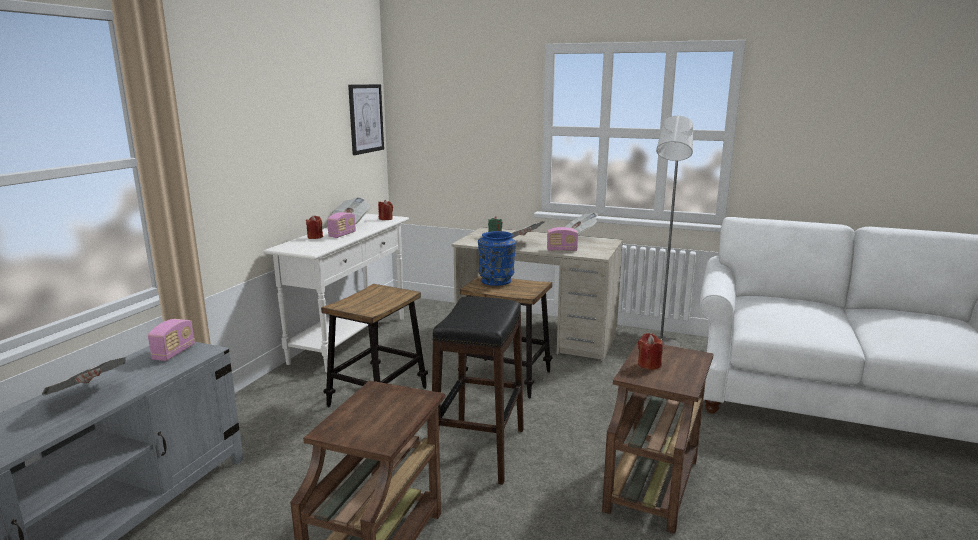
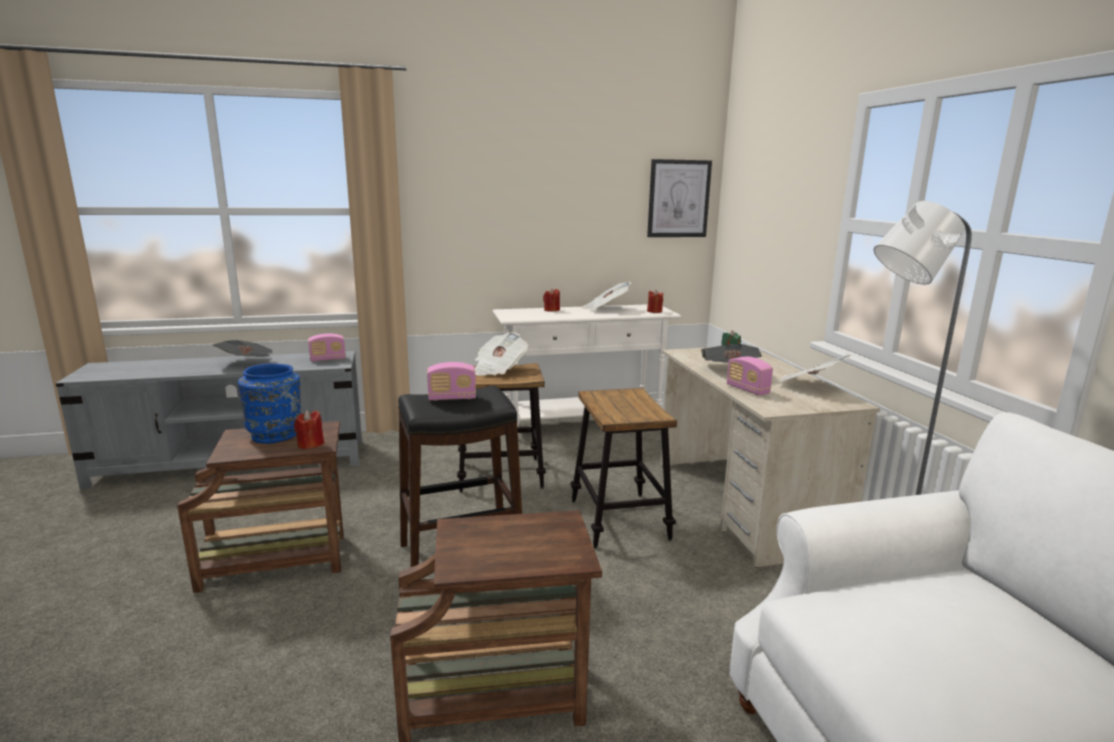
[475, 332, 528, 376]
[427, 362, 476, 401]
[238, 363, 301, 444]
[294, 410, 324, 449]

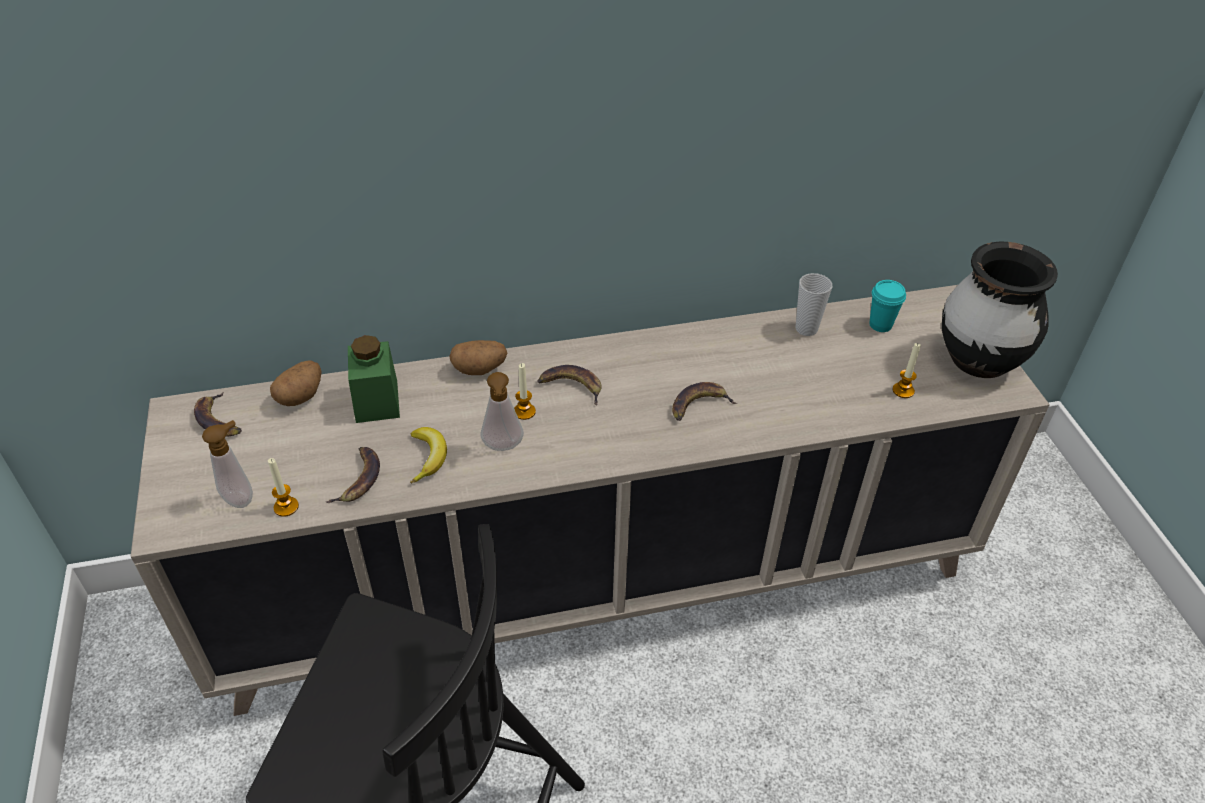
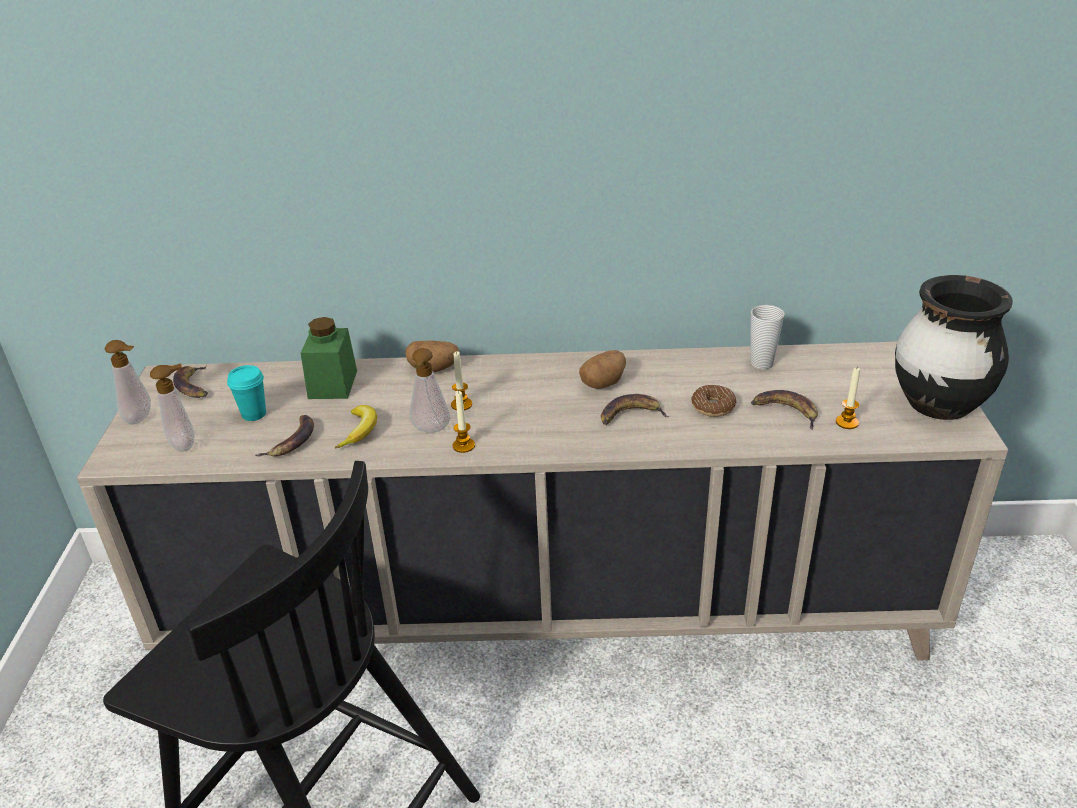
[104, 340, 151, 424]
[691, 385, 736, 417]
[453, 390, 475, 453]
[579, 350, 626, 389]
[751, 390, 818, 430]
[227, 365, 266, 421]

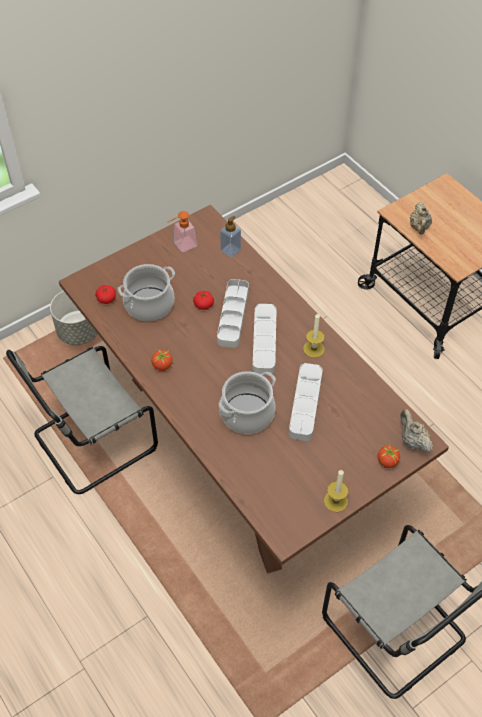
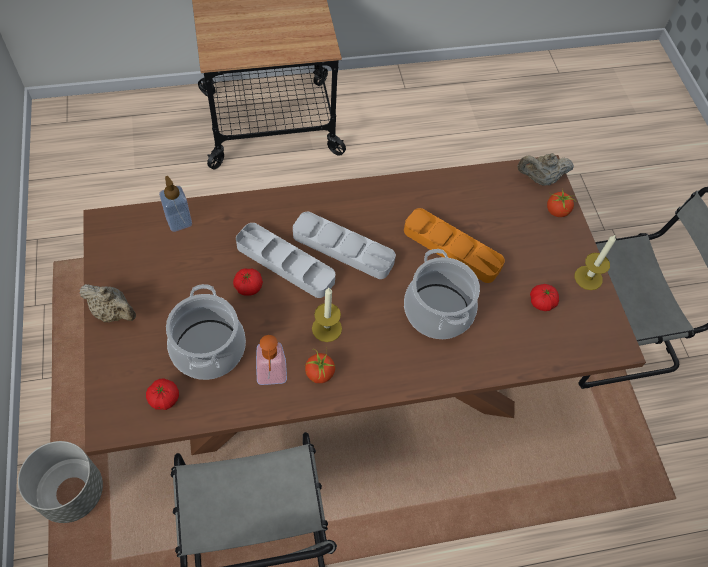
[530, 284, 559, 311]
[256, 335, 287, 385]
[312, 288, 342, 342]
[79, 284, 136, 322]
[404, 208, 505, 283]

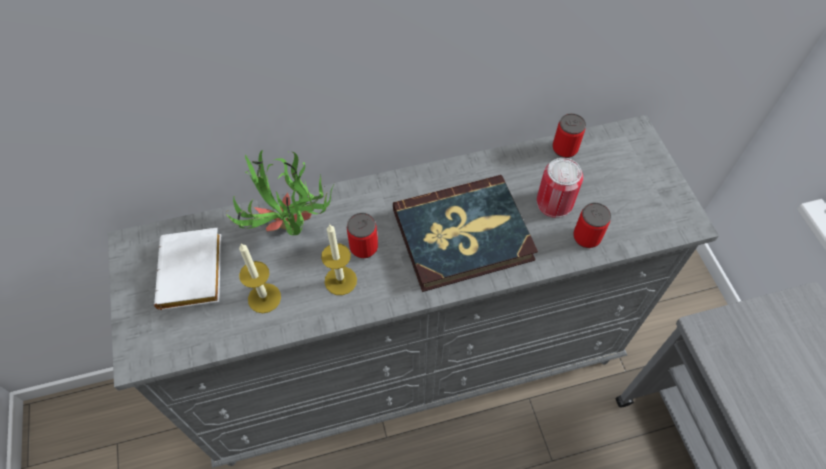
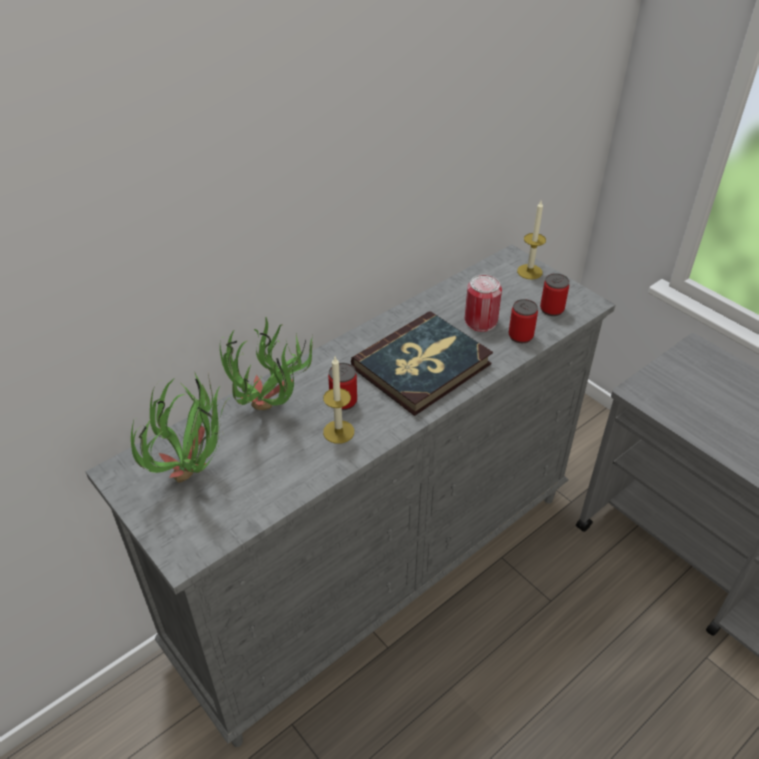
[517, 201, 546, 279]
[540, 273, 569, 316]
[131, 371, 230, 483]

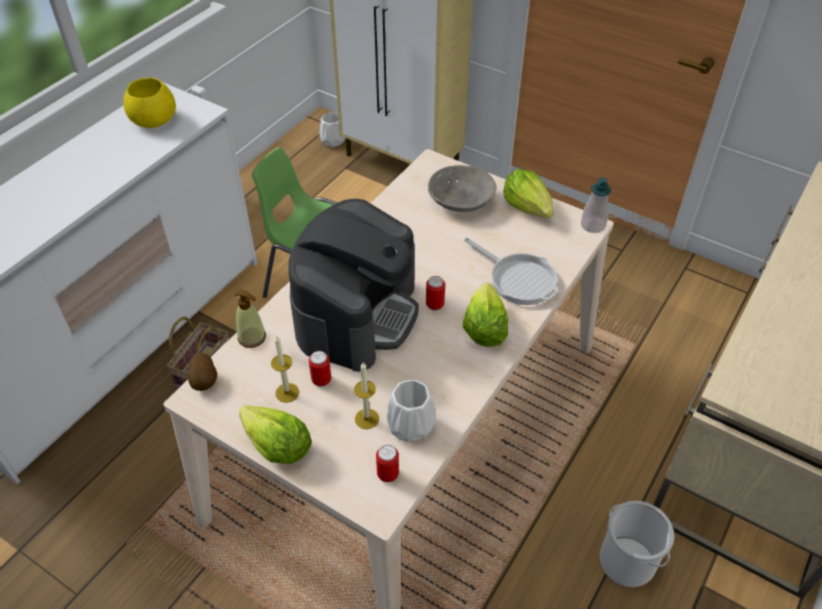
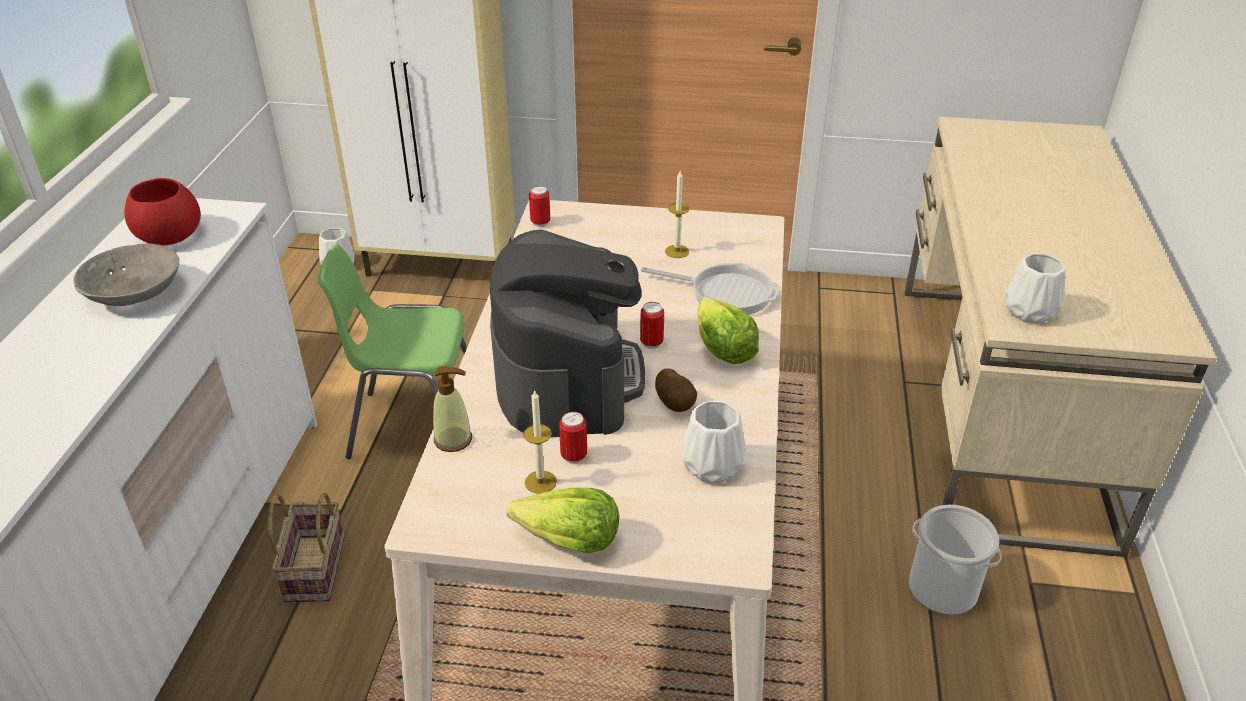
[503, 169, 554, 218] (first image)
[581, 177, 611, 233] (first image)
[1005, 253, 1066, 323]
[655, 368, 697, 412]
[665, 171, 689, 258]
[529, 186, 550, 227]
[73, 243, 179, 306]
[124, 178, 201, 245]

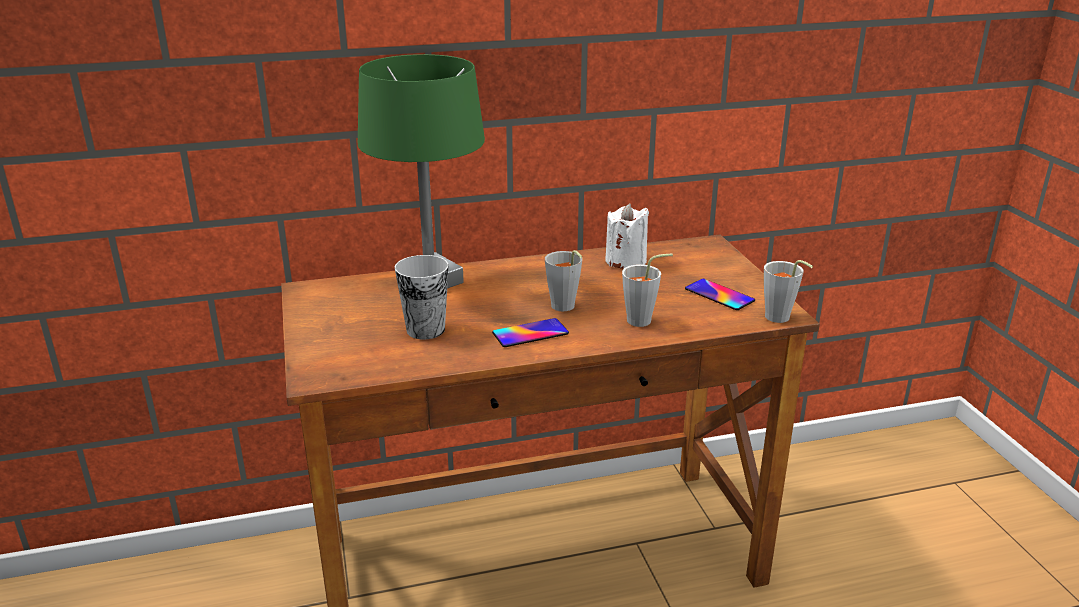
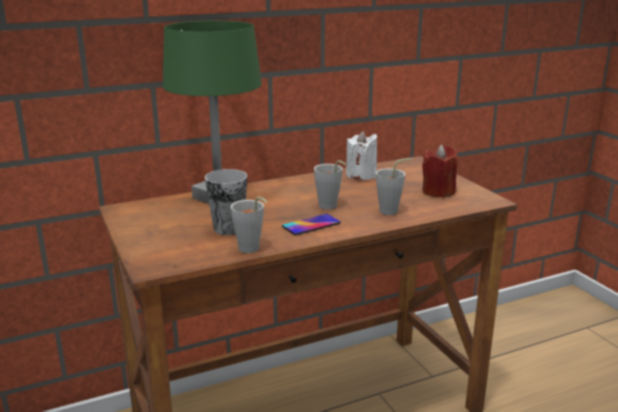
[230, 197, 267, 253]
[422, 144, 458, 198]

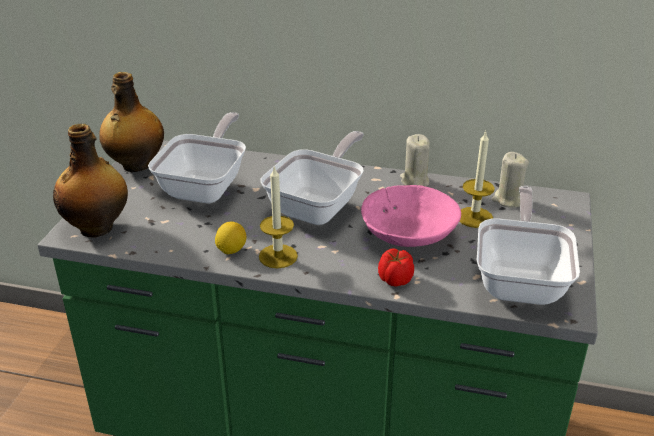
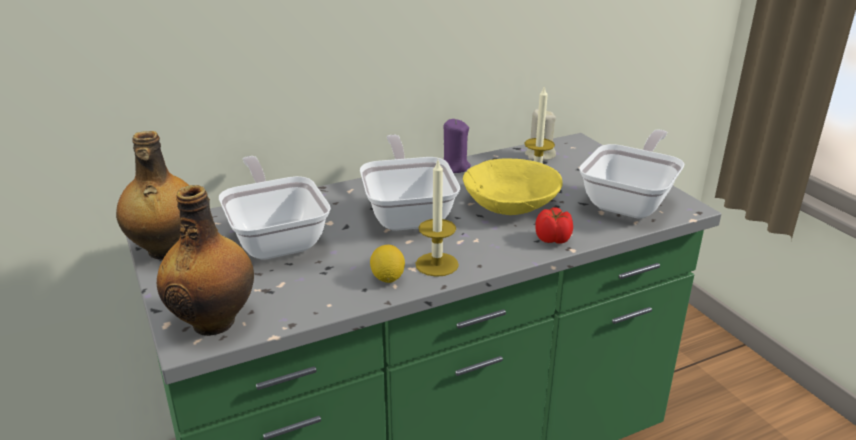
[463, 158, 563, 215]
[443, 119, 471, 173]
[579, 129, 684, 219]

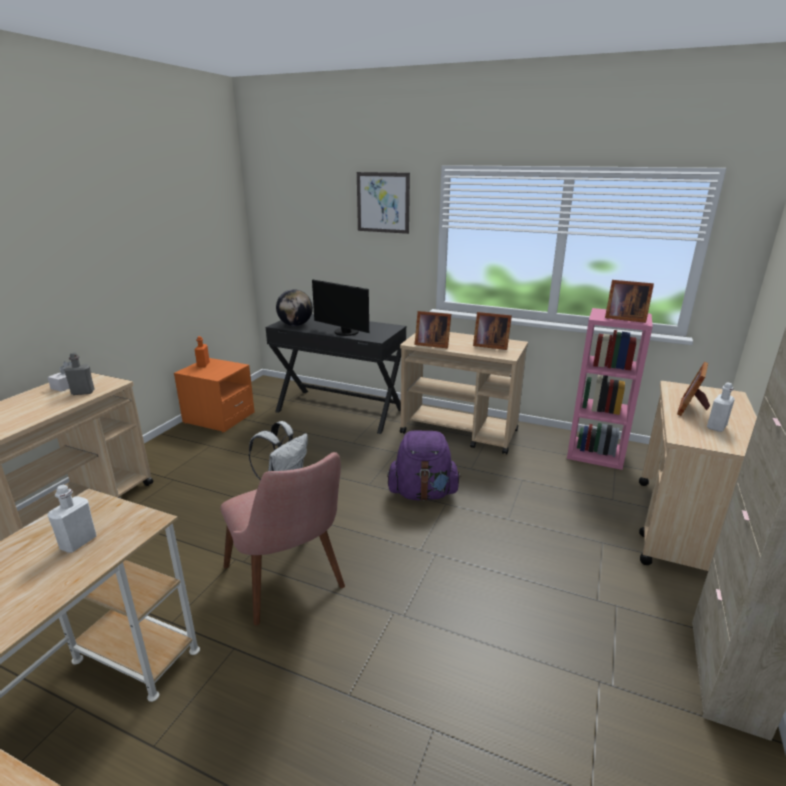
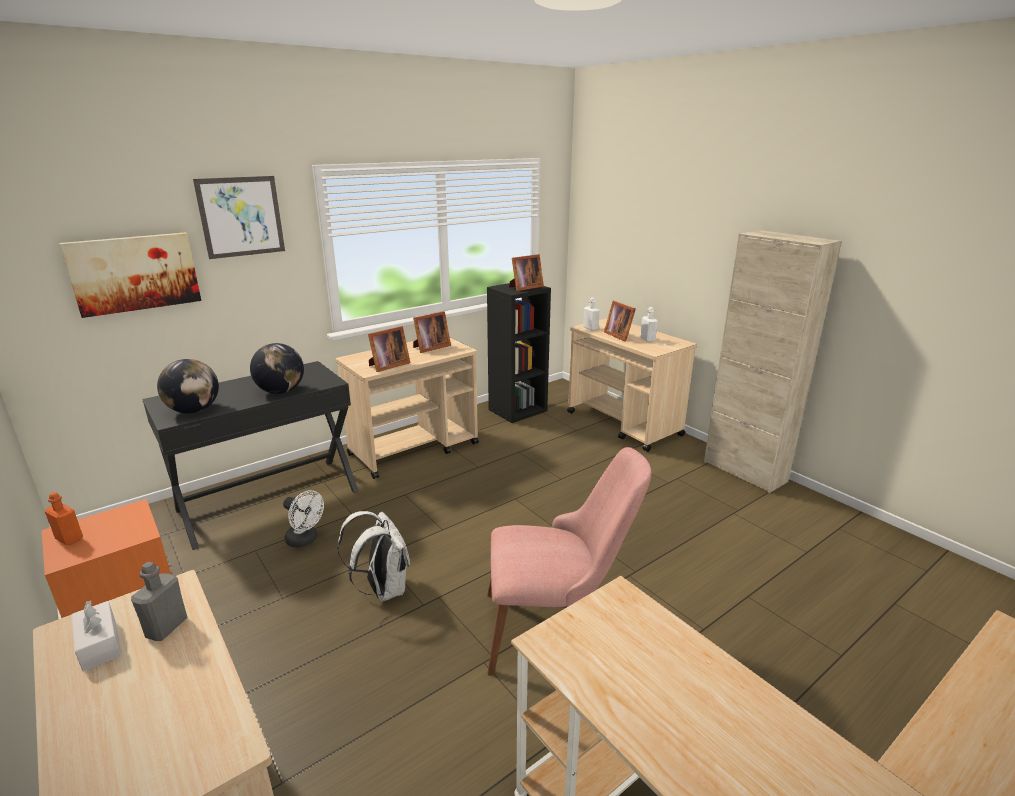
[387, 431, 461, 501] (first image)
[59, 232, 201, 318]
[283, 490, 324, 548]
[583, 297, 600, 331]
[250, 343, 304, 394]
[487, 283, 551, 423]

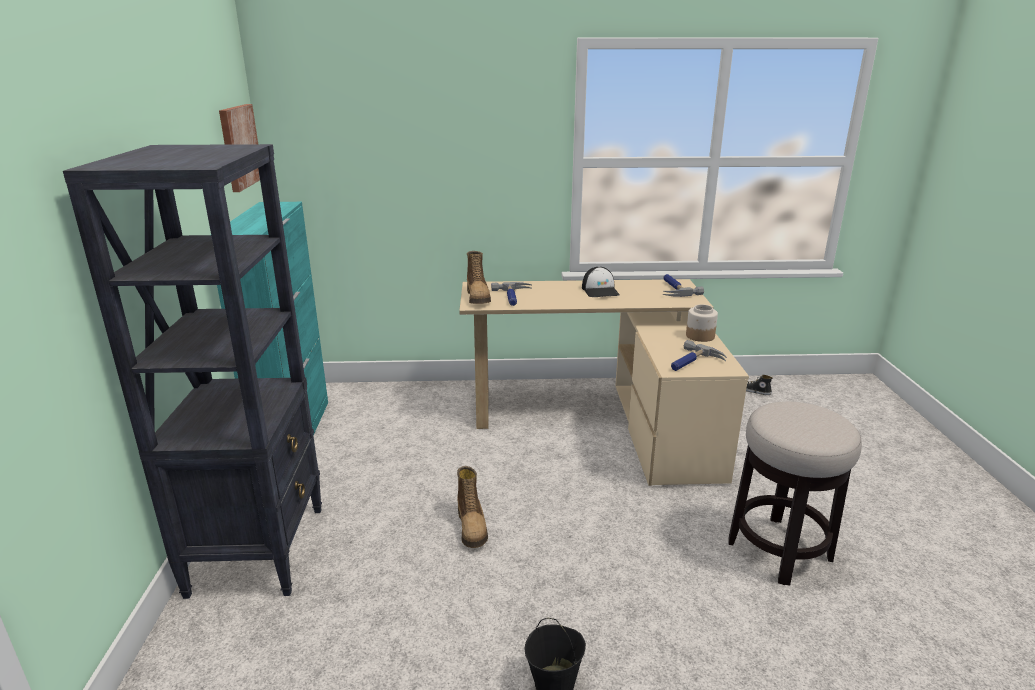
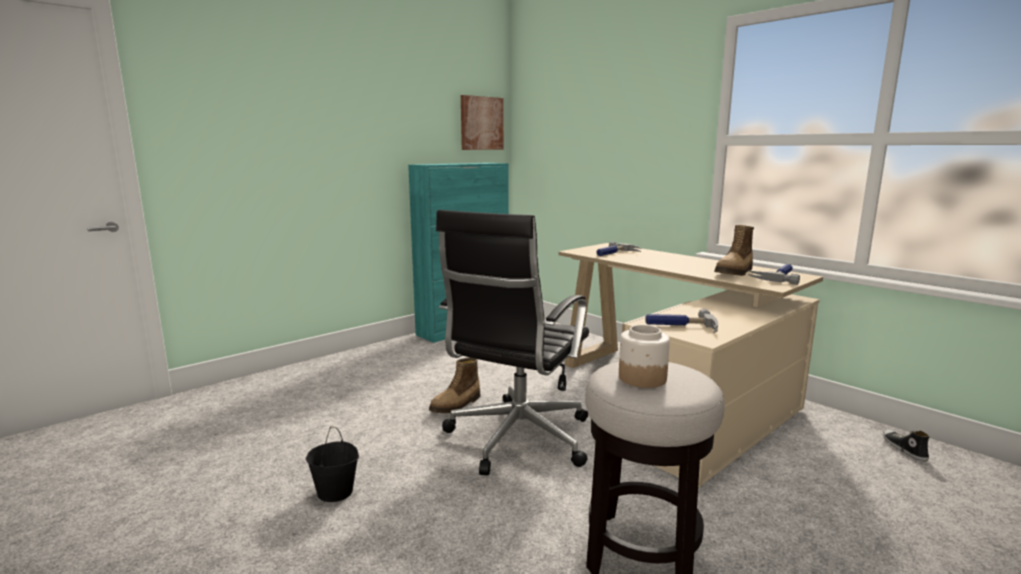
[63, 144, 322, 599] (first image)
[582, 267, 620, 297] (first image)
[436, 210, 589, 475]
[714, 225, 754, 276]
[619, 325, 670, 388]

